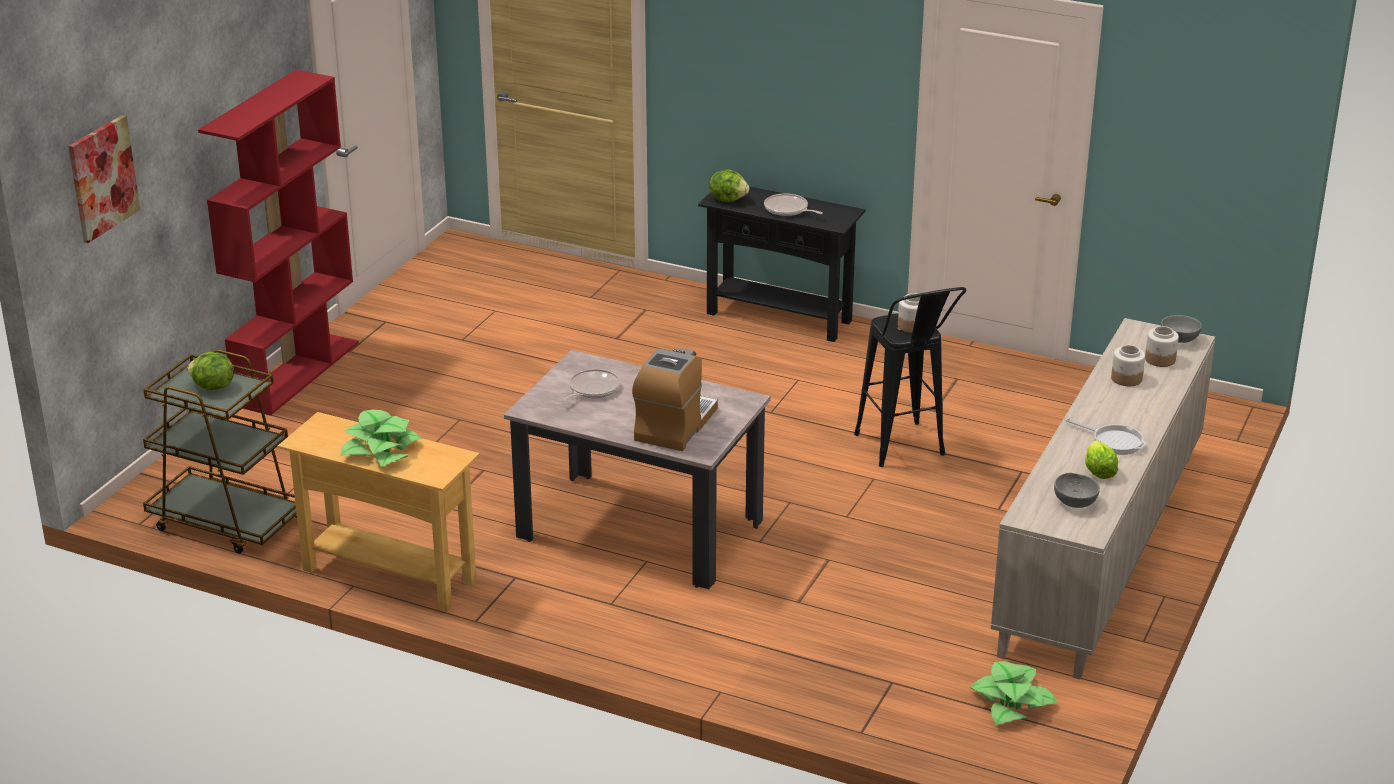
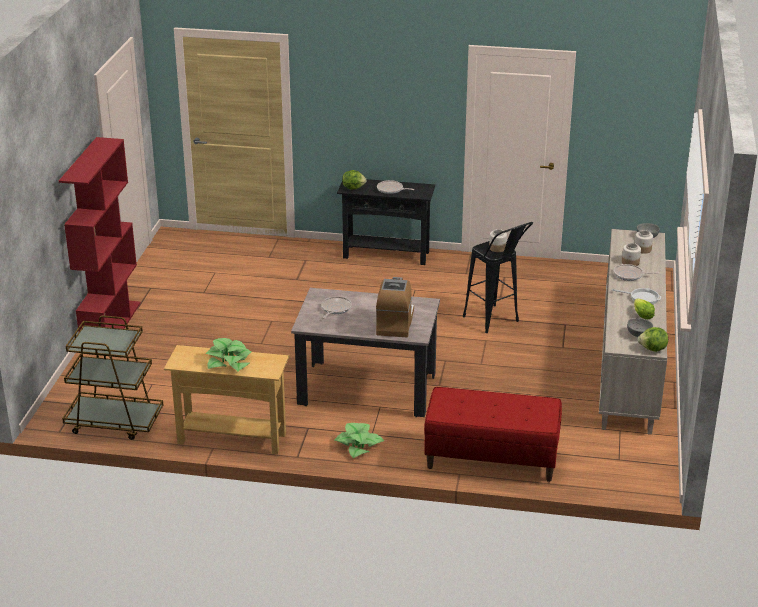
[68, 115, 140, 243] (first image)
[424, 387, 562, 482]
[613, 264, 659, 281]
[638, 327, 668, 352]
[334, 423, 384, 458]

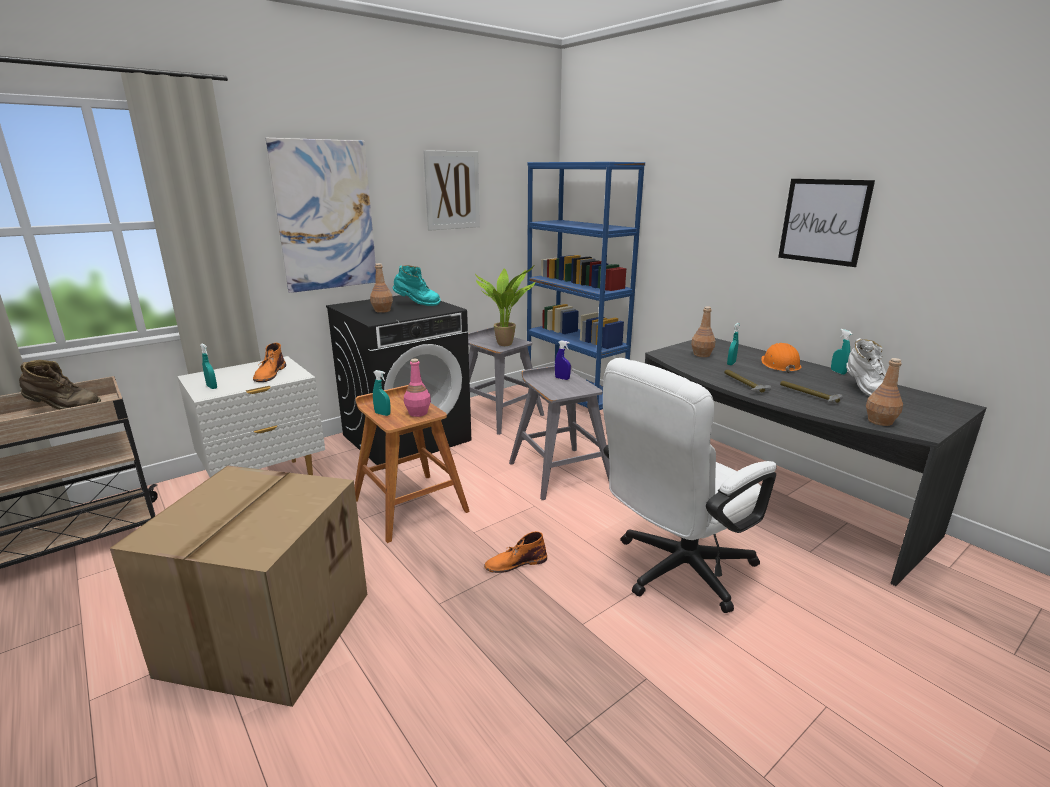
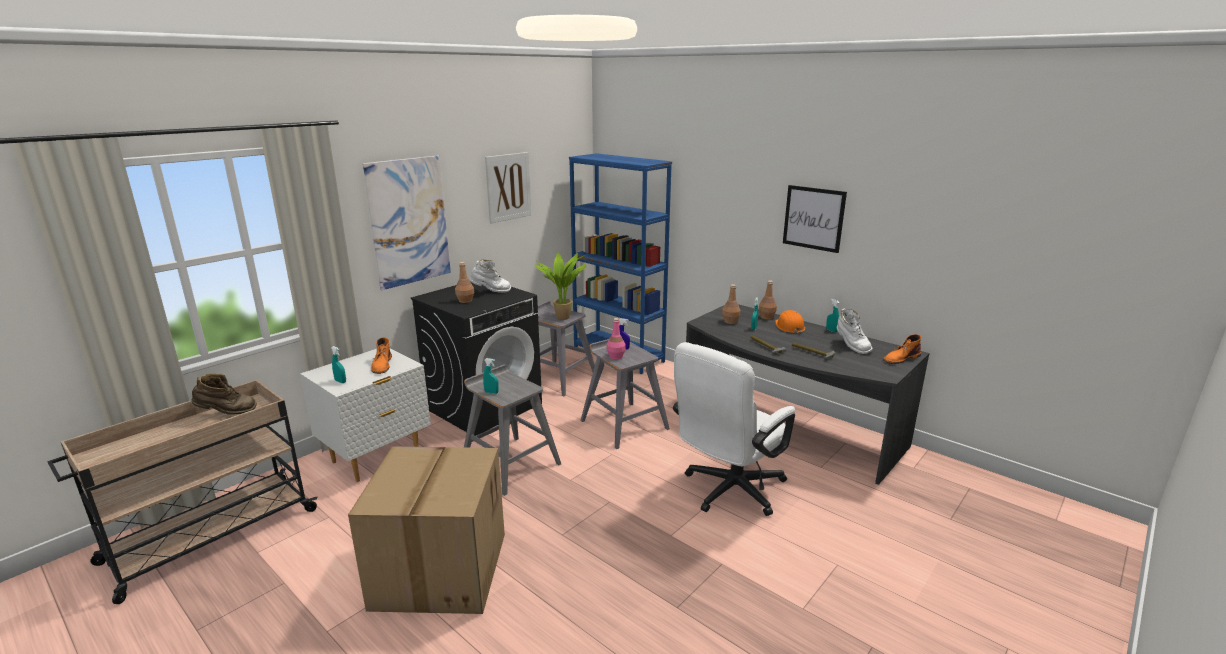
[607, 318, 626, 359]
[883, 334, 921, 364]
[758, 280, 777, 319]
[464, 365, 561, 496]
[470, 260, 511, 293]

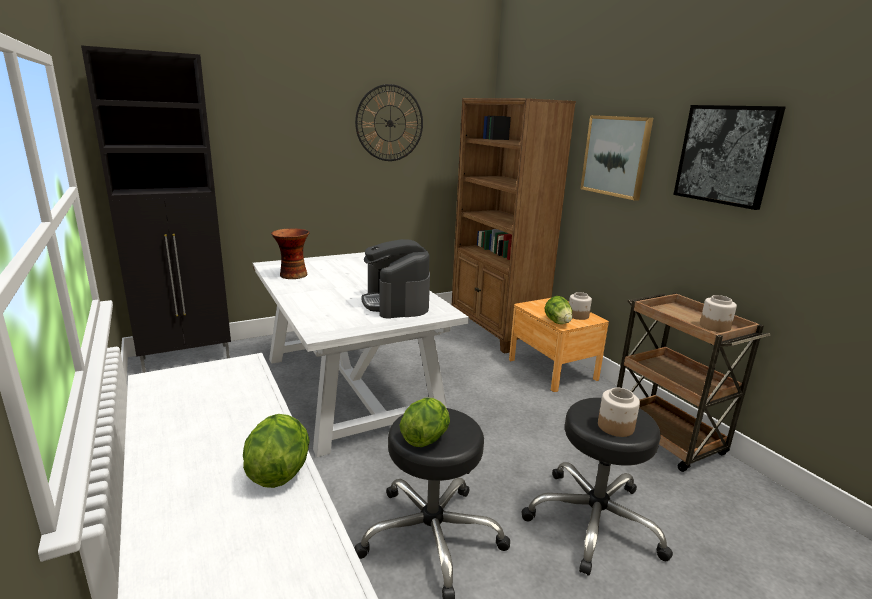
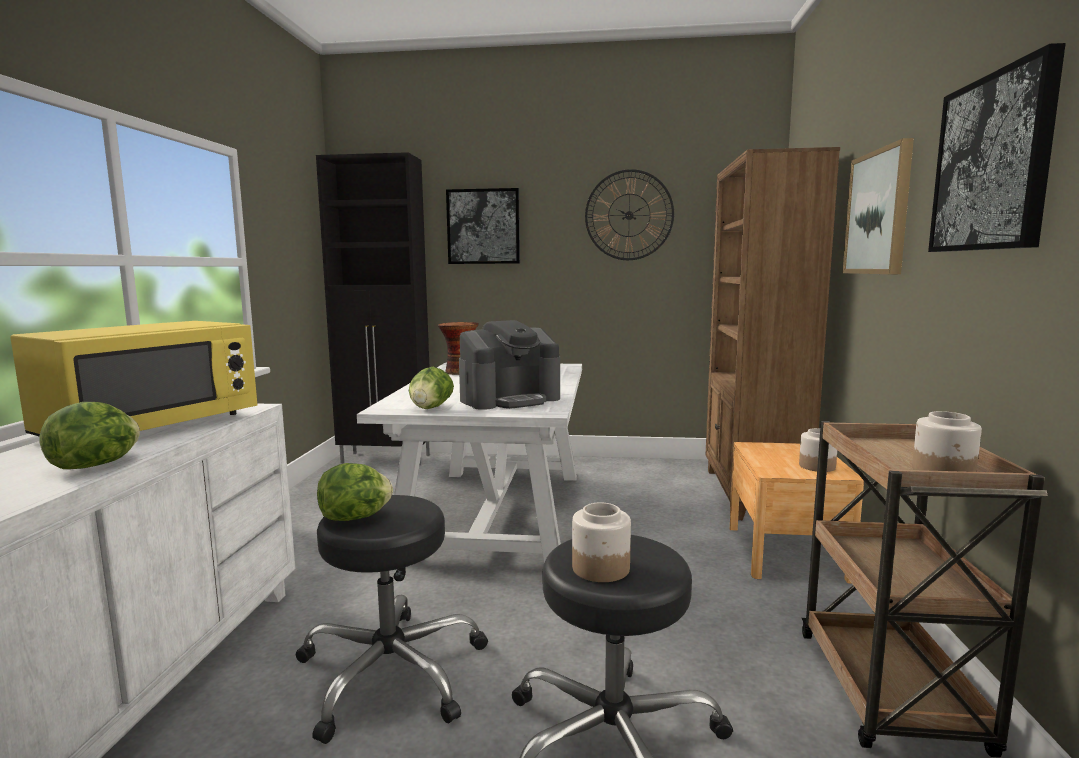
[10, 321, 257, 436]
[446, 188, 520, 264]
[409, 367, 454, 409]
[459, 320, 560, 410]

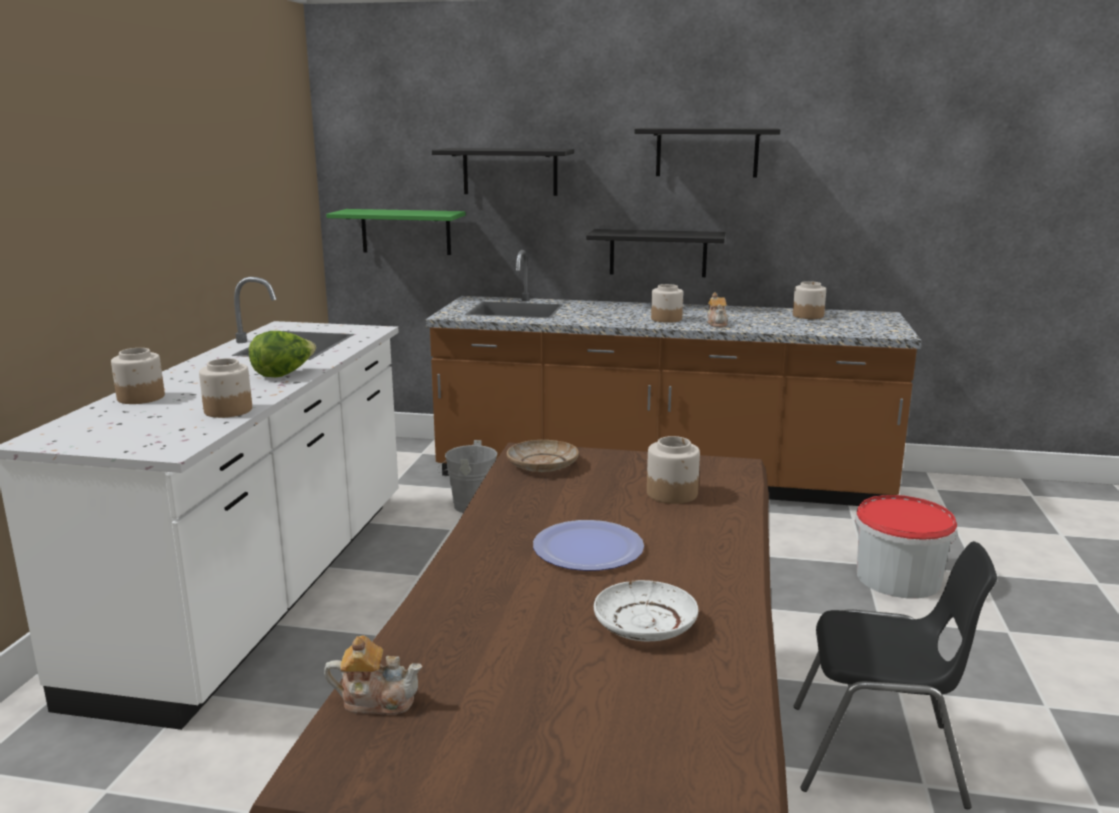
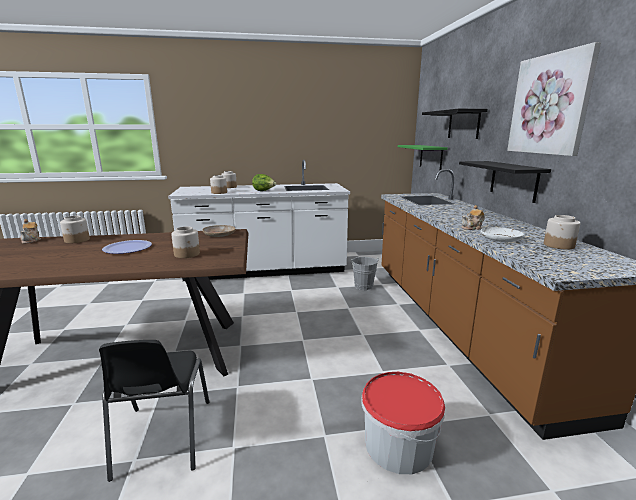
[481, 227, 524, 242]
[60, 216, 90, 243]
[507, 42, 601, 156]

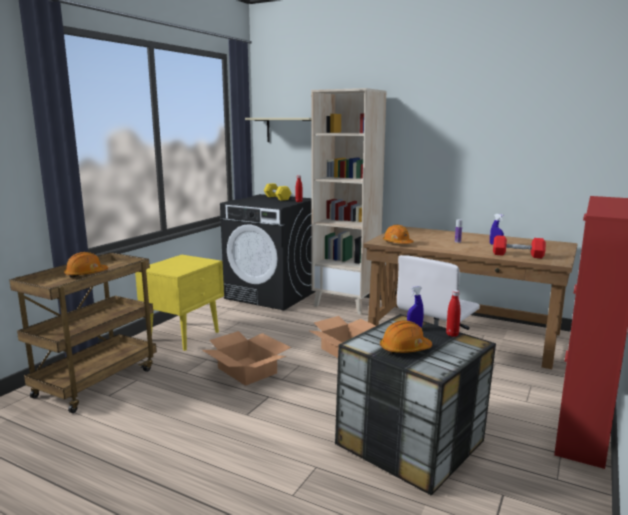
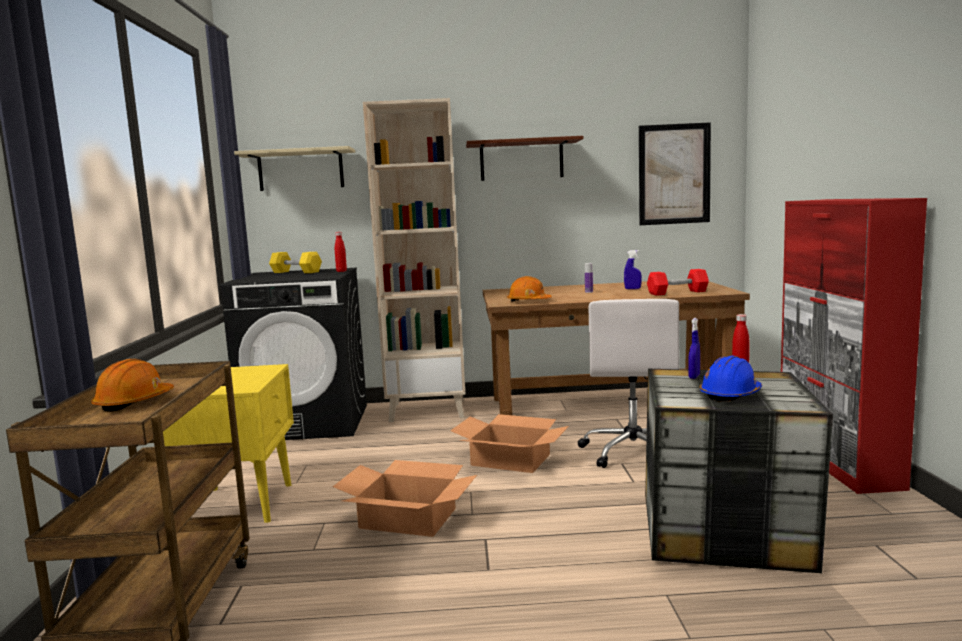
[466, 136, 583, 181]
[639, 122, 711, 225]
[700, 356, 762, 402]

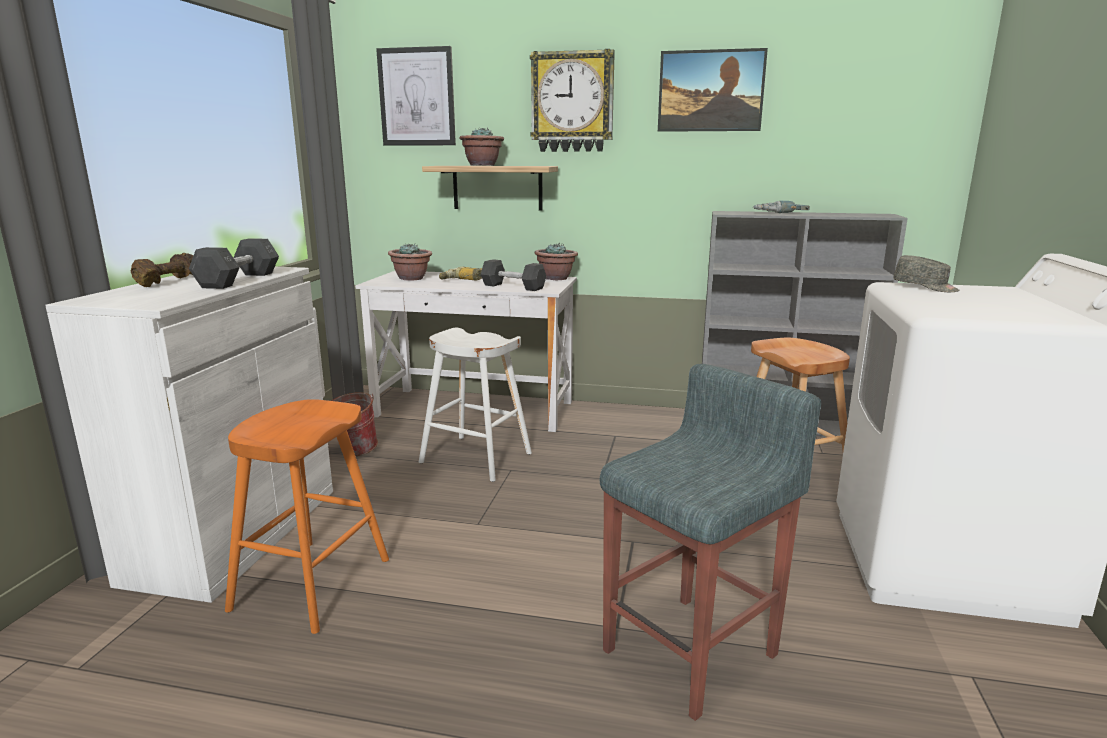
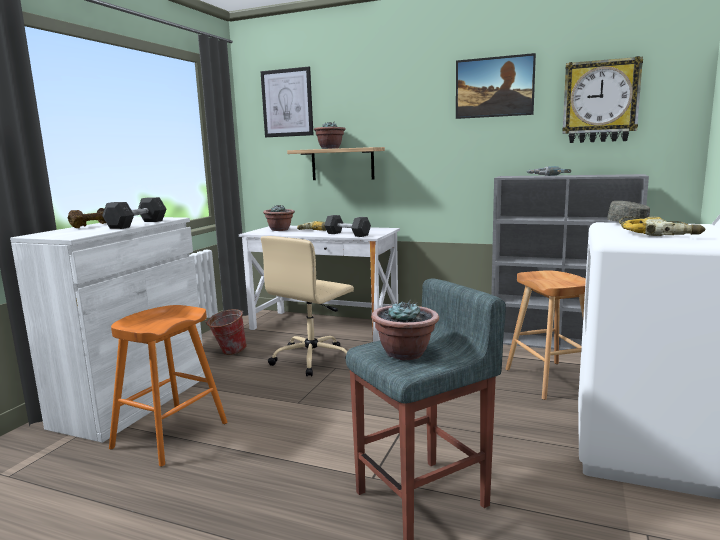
[619, 217, 705, 236]
[562, 56, 643, 143]
[371, 301, 439, 360]
[261, 236, 354, 377]

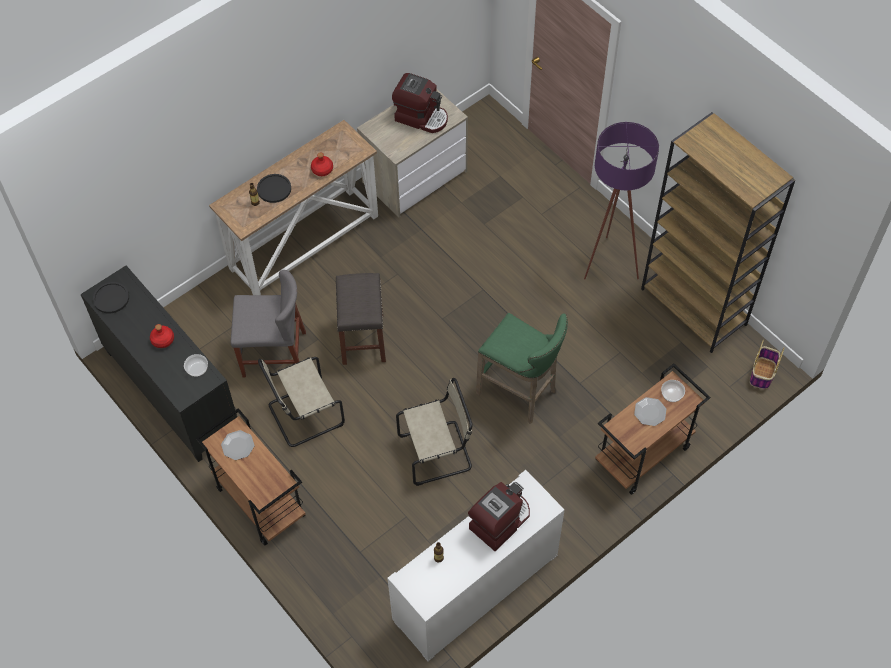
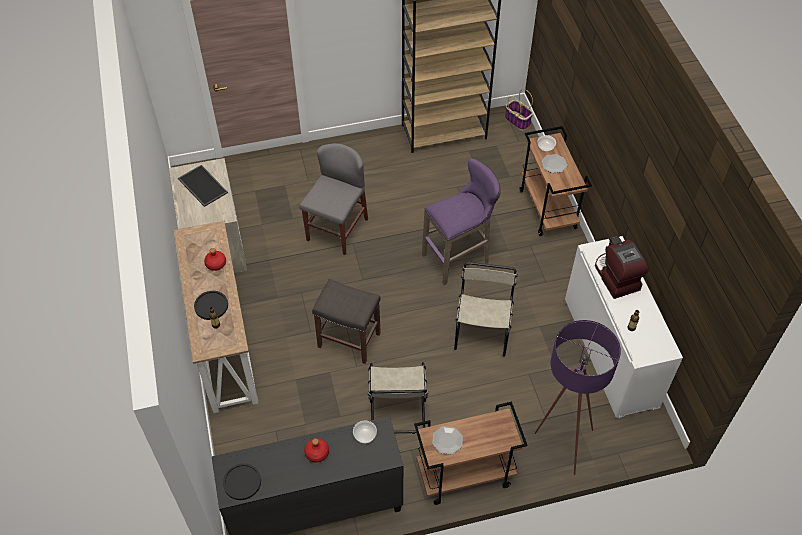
[299, 143, 368, 255]
[534, 320, 621, 475]
[178, 165, 228, 207]
[422, 158, 501, 285]

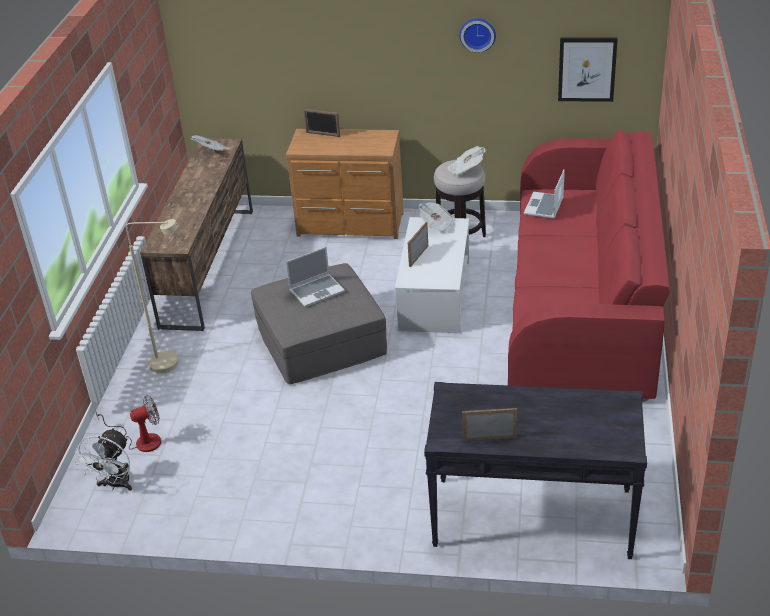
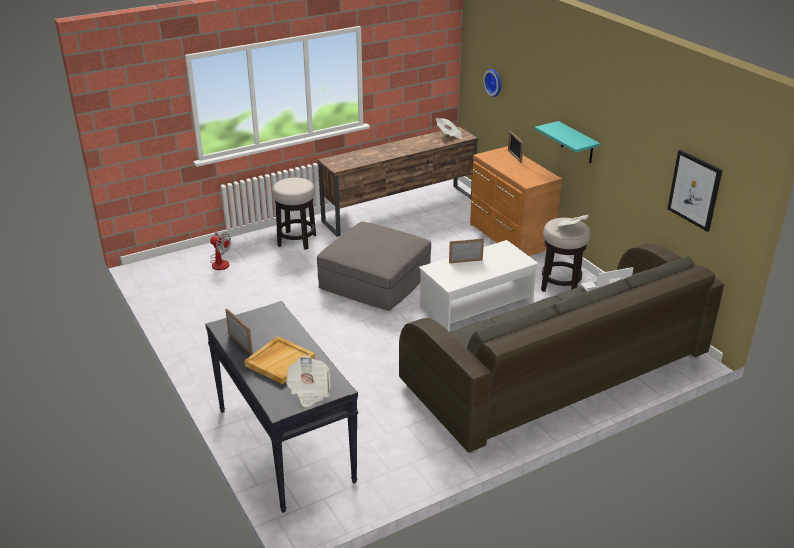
[75, 428, 132, 491] (first image)
[286, 247, 345, 307] (first image)
[244, 336, 315, 384]
[535, 121, 600, 163]
[286, 356, 330, 407]
[483, 69, 502, 97]
[272, 177, 316, 250]
[399, 243, 724, 453]

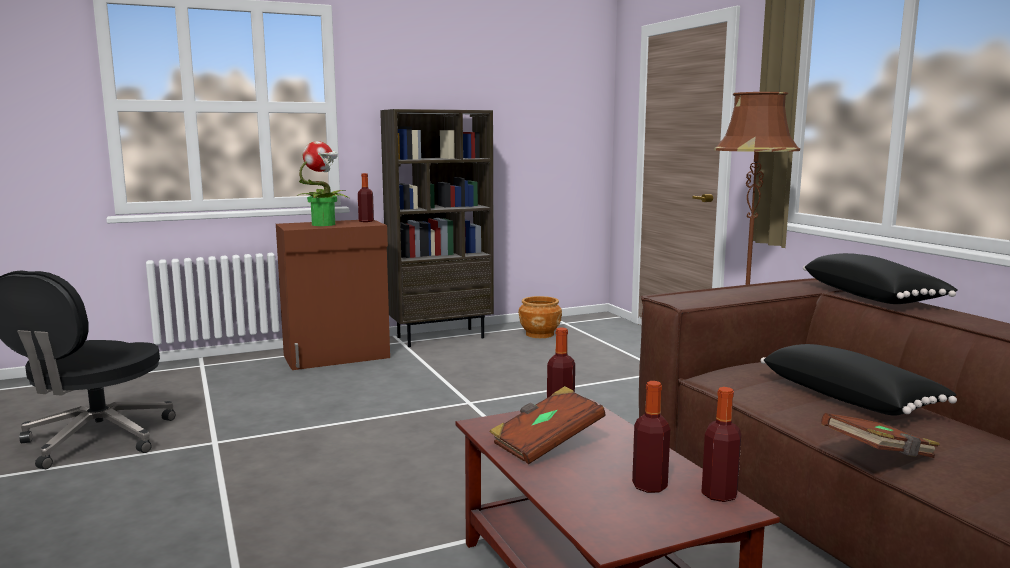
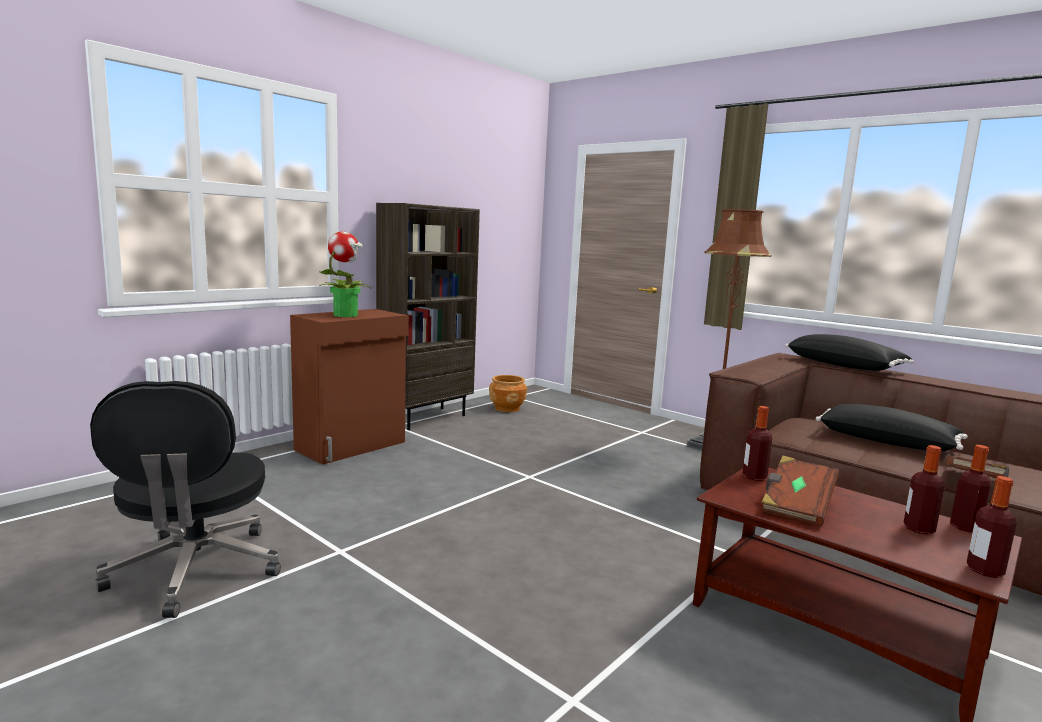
[967, 476, 1017, 578]

